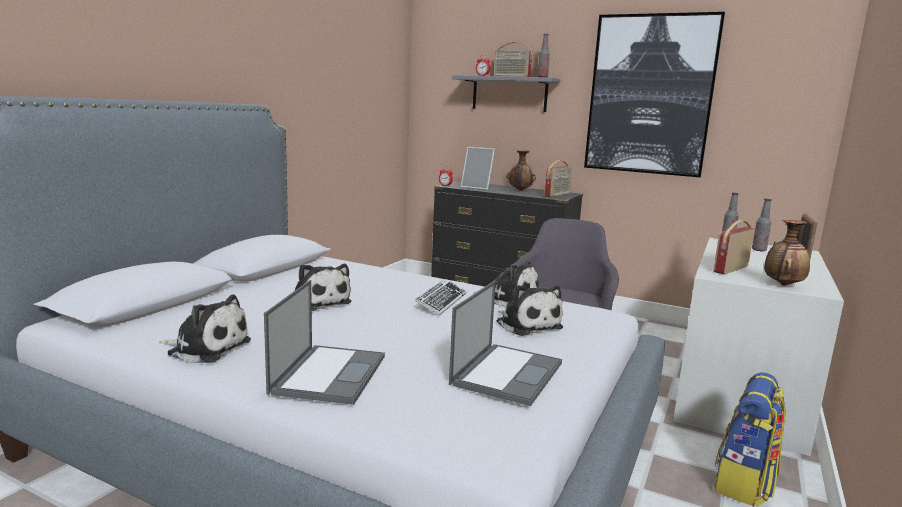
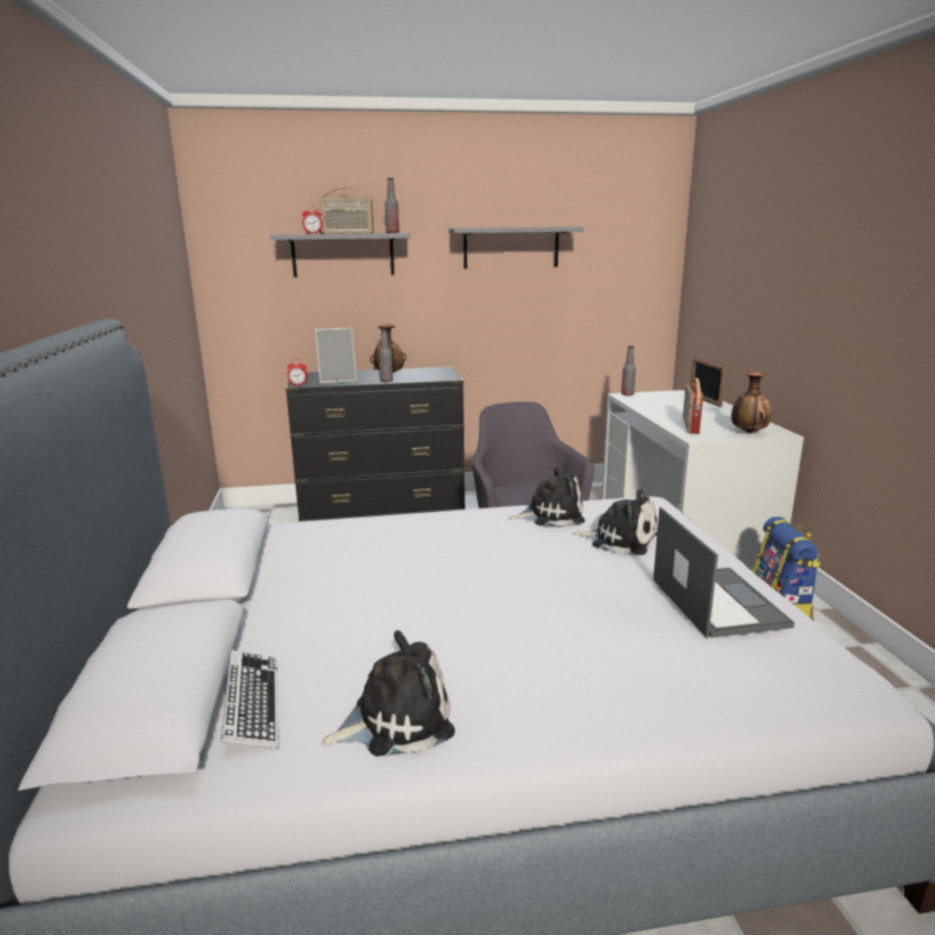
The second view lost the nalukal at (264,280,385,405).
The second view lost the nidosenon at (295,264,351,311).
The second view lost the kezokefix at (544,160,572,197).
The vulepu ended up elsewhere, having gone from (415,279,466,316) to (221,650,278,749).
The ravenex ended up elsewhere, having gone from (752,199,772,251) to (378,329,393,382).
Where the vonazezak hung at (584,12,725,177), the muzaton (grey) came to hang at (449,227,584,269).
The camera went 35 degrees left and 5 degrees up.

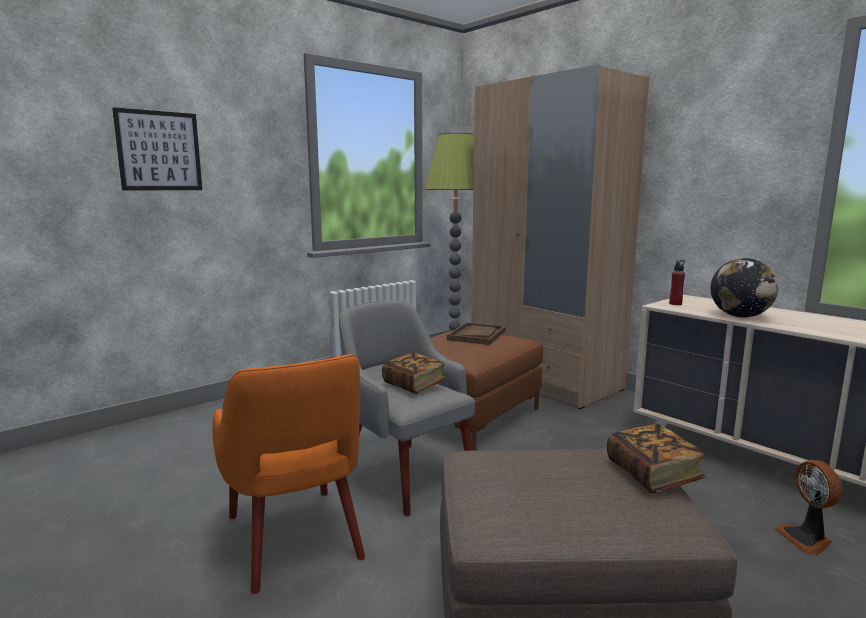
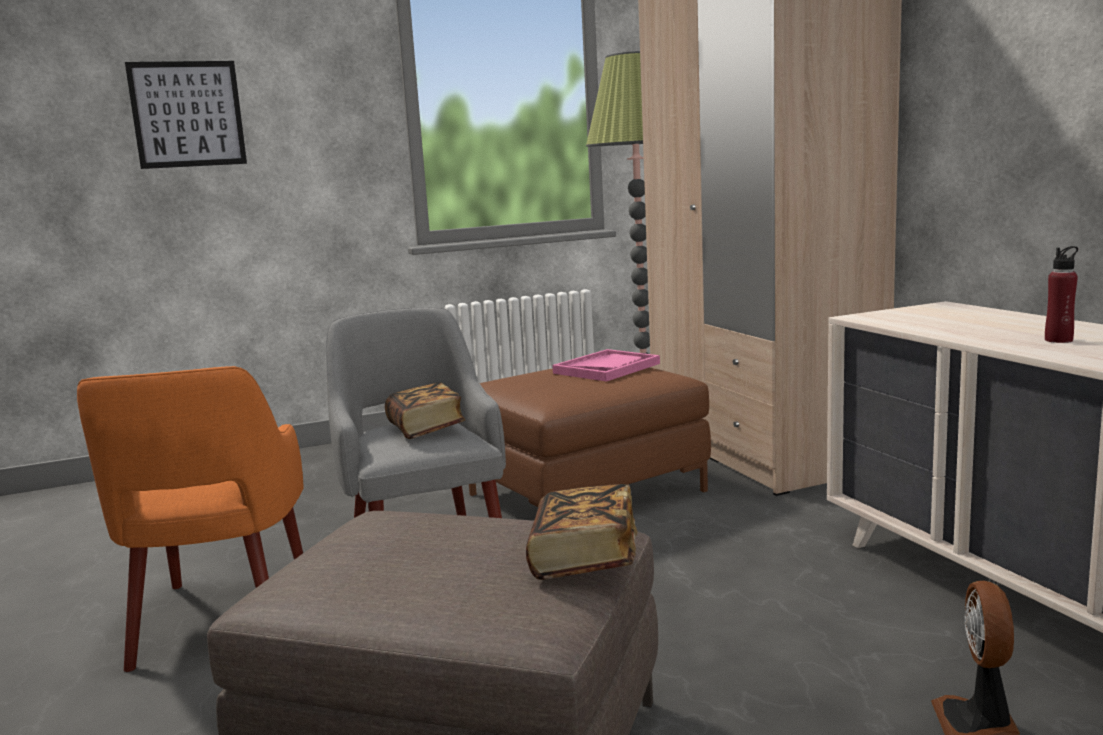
The second view lost the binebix at (710,258,778,317).
The ravenex (red) ended up elsewhere, having gone from (669,260,685,305) to (1045,246,1078,343).
What was the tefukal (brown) at (447,322,506,345) turned into the tefukal (pink) at (553,349,660,381).
The camera went 20 degrees right and 0 degrees up.

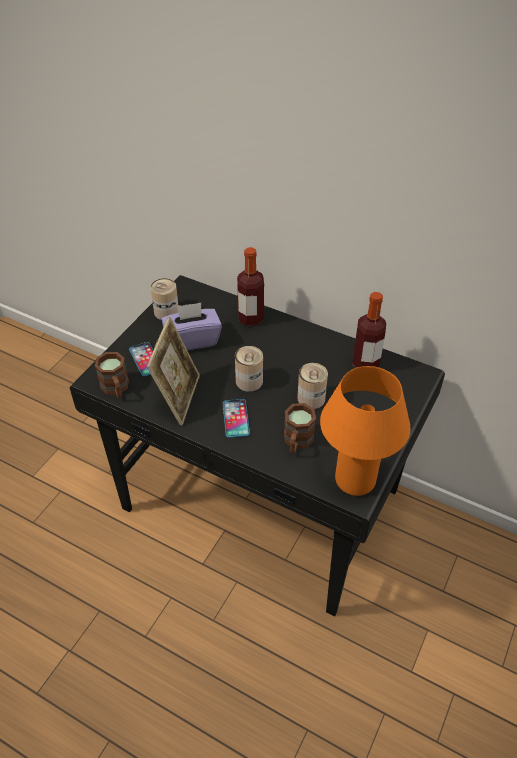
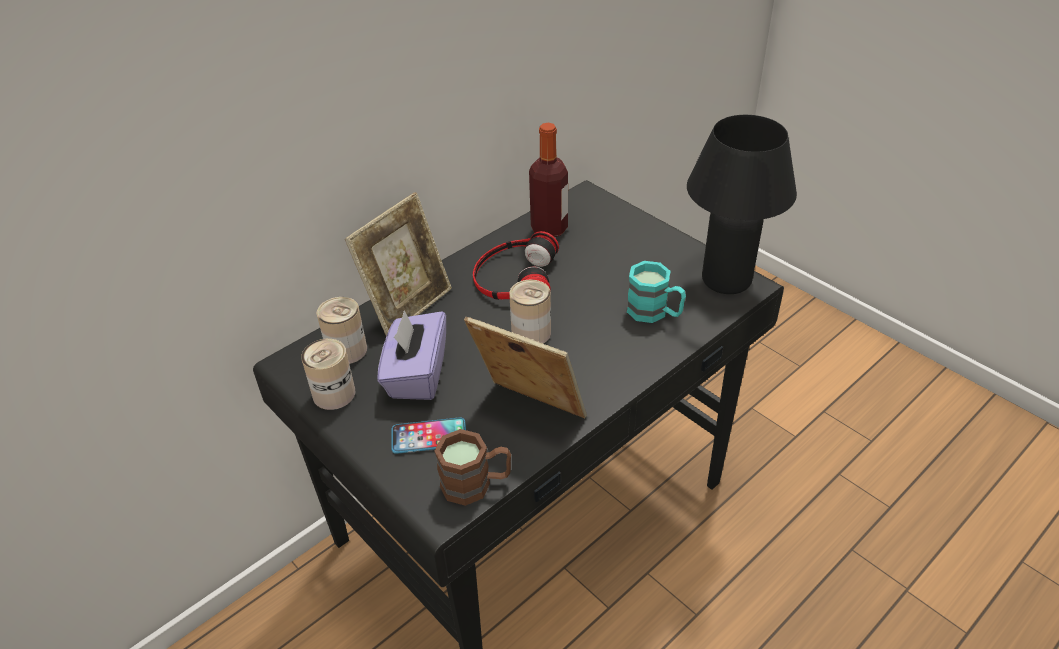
The second view lost the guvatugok at (223,399,250,438).
The second view gained the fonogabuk at (473,231,559,300).
The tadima ended up elsewhere, having gone from (297,363,328,409) to (317,297,367,364).
Where the ravenex stood at (237,247,264,326), the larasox came to stand at (345,192,452,336).
What was the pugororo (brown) at (284,403,316,454) turned into the pugororo (turquoise) at (627,261,686,323).
What was the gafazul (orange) at (320,366,410,496) turned into the gafazul (black) at (687,115,797,294).
The camera went 70 degrees left and 5 degrees down.

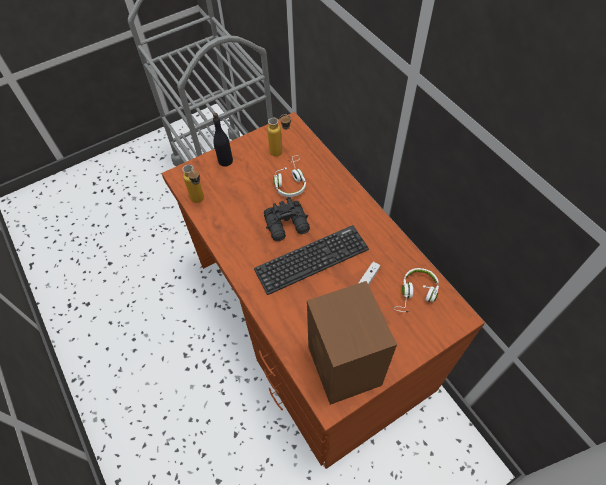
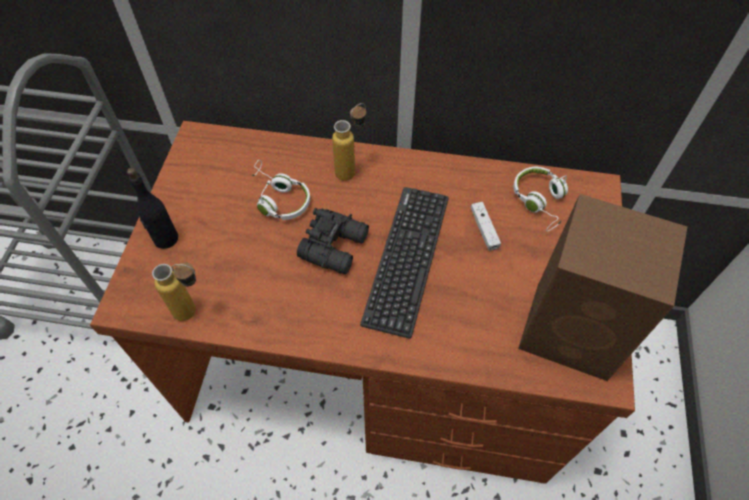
The ravenex ended up elsewhere, having gone from (267,114,291,157) to (332,103,366,181).
The camera went 50 degrees left and 0 degrees up.

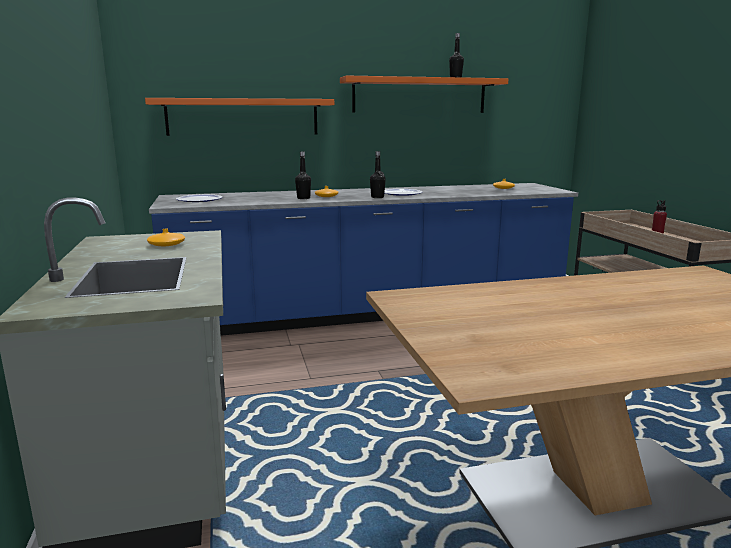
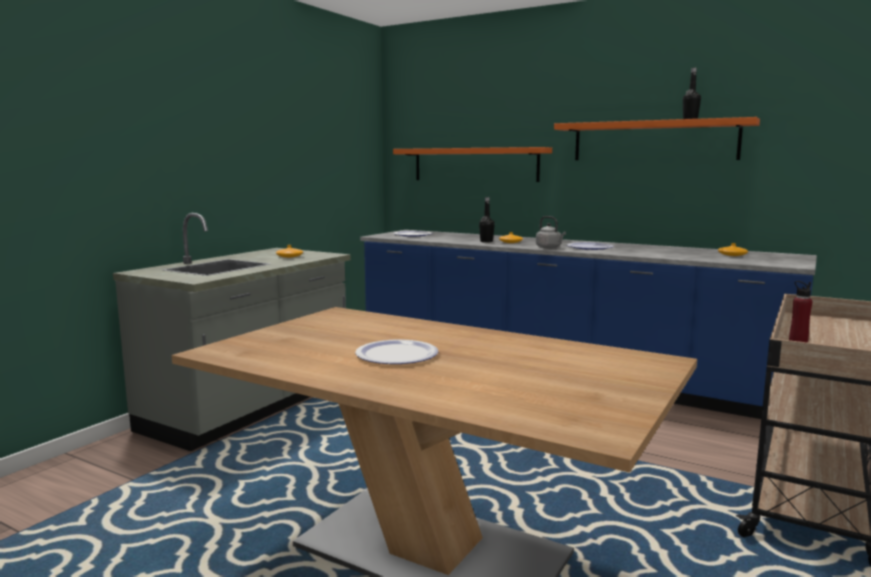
The second view gained the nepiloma at (355,340,438,364).
Where the ravenex (black) stood at (370,151,386,198), the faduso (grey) came to stand at (536,216,566,248).
The camera went 45 degrees right and 5 degrees down.

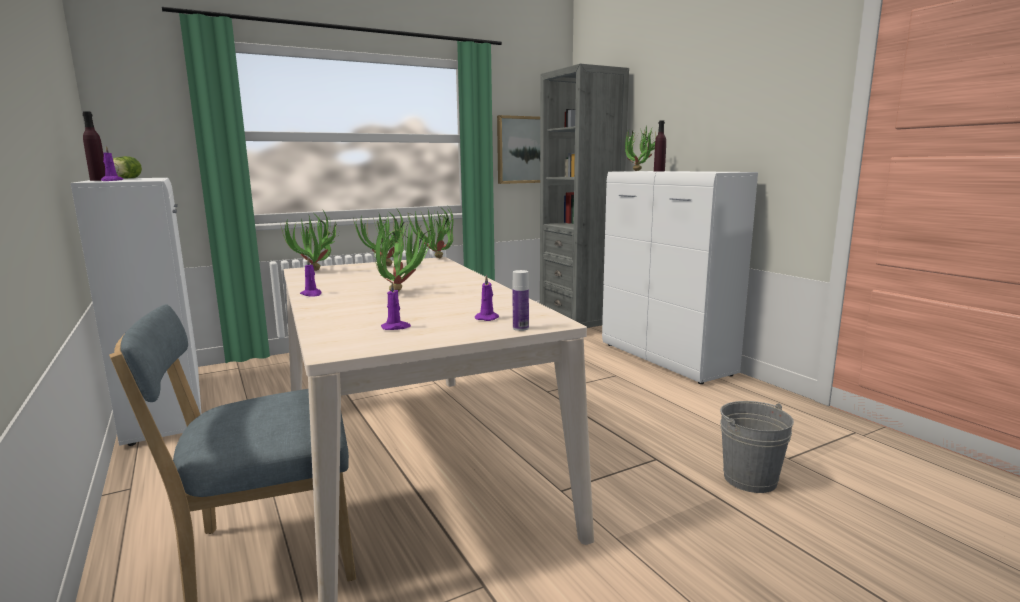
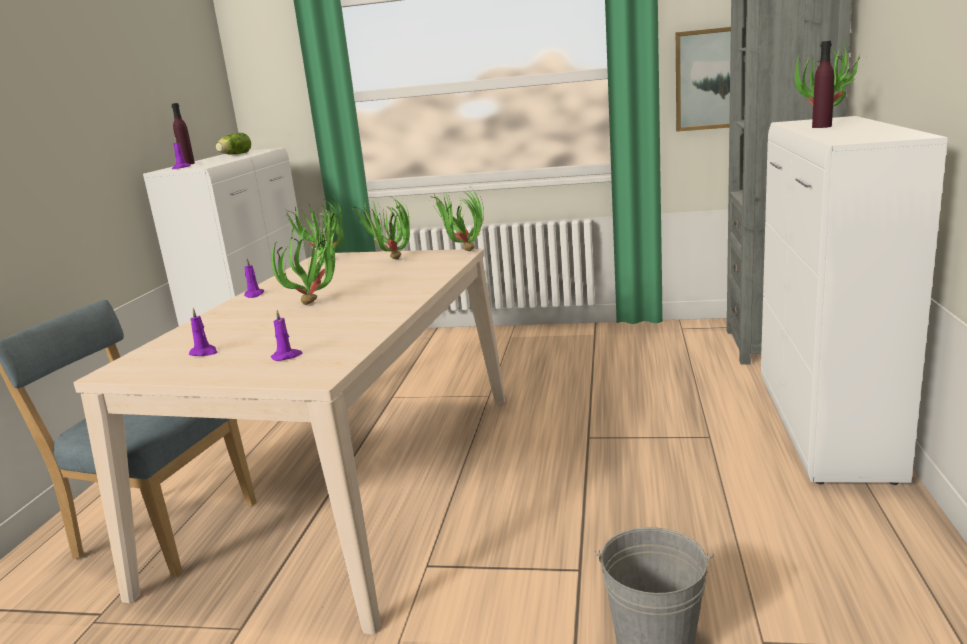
The second view lost the ravenex at (512,270,529,331).
The camera went 40 degrees right and 5 degrees up.

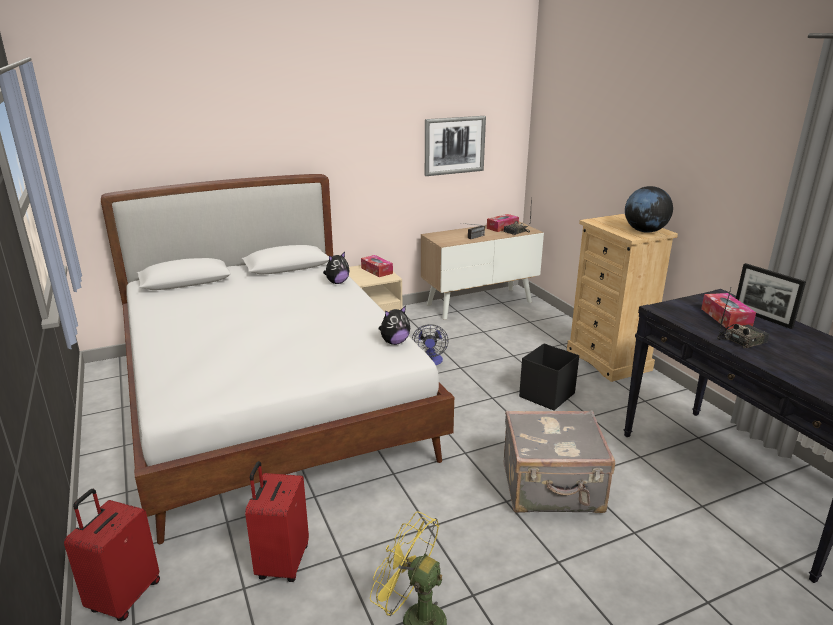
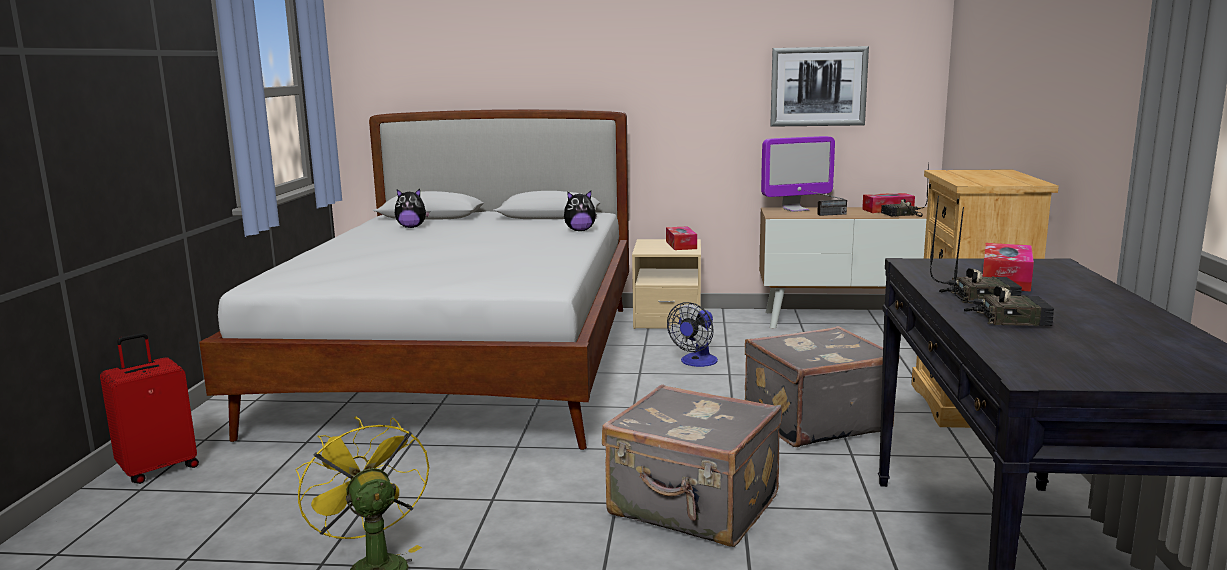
The second view lost the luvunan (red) at (245,461,309,582).
The second view lost the binebix at (625,186,673,233).
The second view lost the larasox at (736,263,806,329).
The second view gained the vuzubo at (761,136,835,212).
The second view gained the kezokefix at (954,207,1054,326).
The nidosenon ended up elsewhere, having gone from (379,306,410,345) to (395,189,430,228).
Where the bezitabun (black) stood at (519,343,579,411), the luvunan (grey) came to stand at (745,326,899,447).
The camera went 30 degrees right and 10 degrees down.

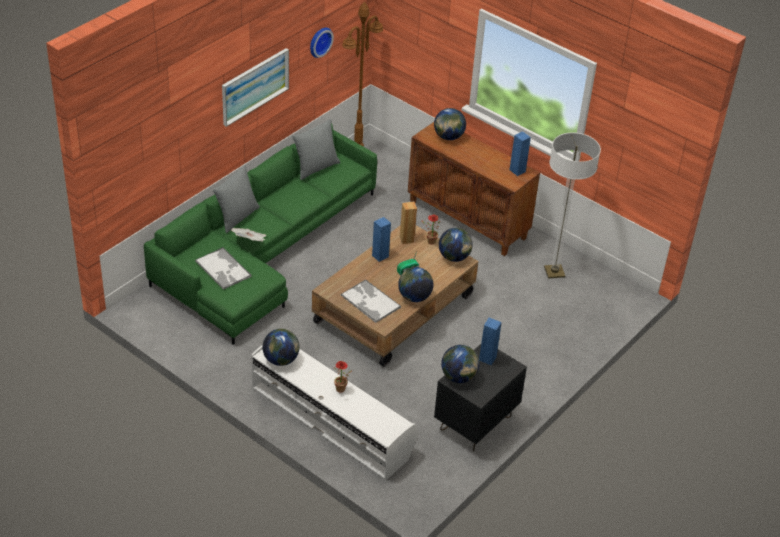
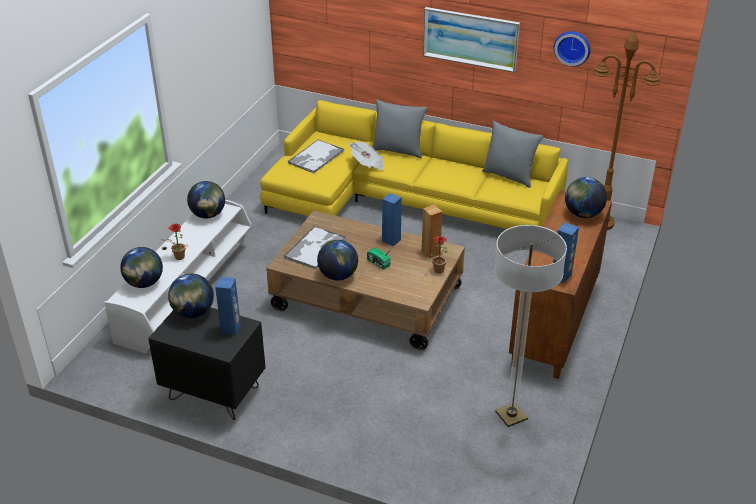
The binebix ended up elsewhere, having gone from (439,228,473,262) to (120,247,163,288).
What was the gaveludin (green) at (144,123,377,345) turned into the gaveludin (yellow) at (260,100,568,229).
The camera went 75 degrees right and 5 degrees down.

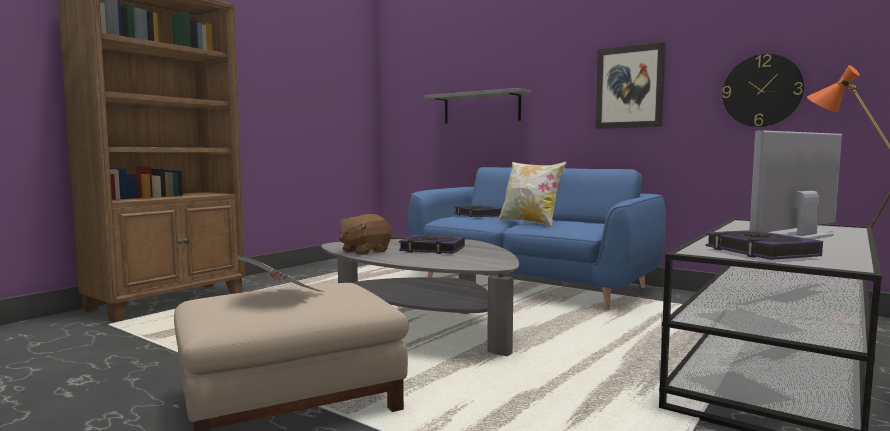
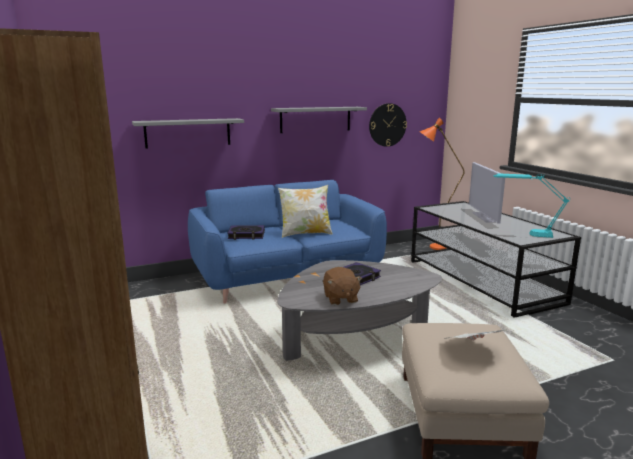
Where the vonazezak hung at (595,42,666,129), the muzaton (grey) came to hang at (271,107,367,133).
Where the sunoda stood at (706,230,823,260), the gafazul (turquoise) came to stand at (494,174,569,238).
The camera went 60 degrees left and 10 degrees up.

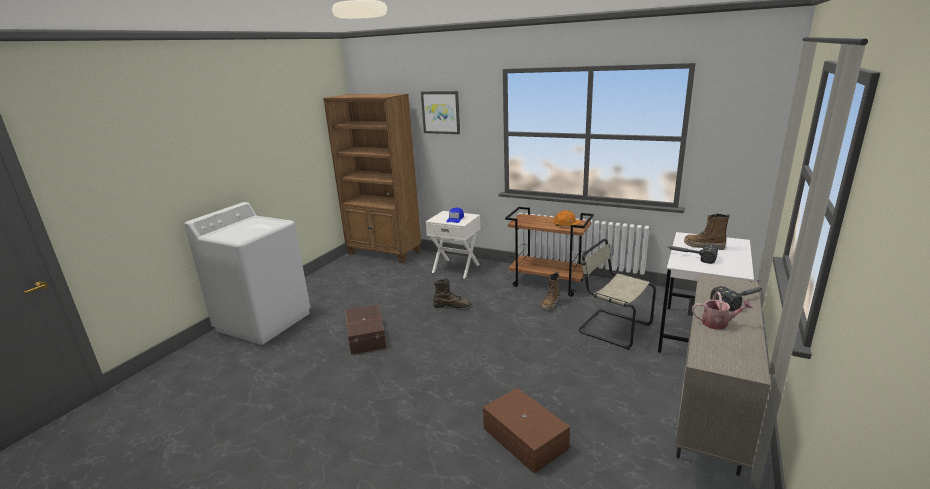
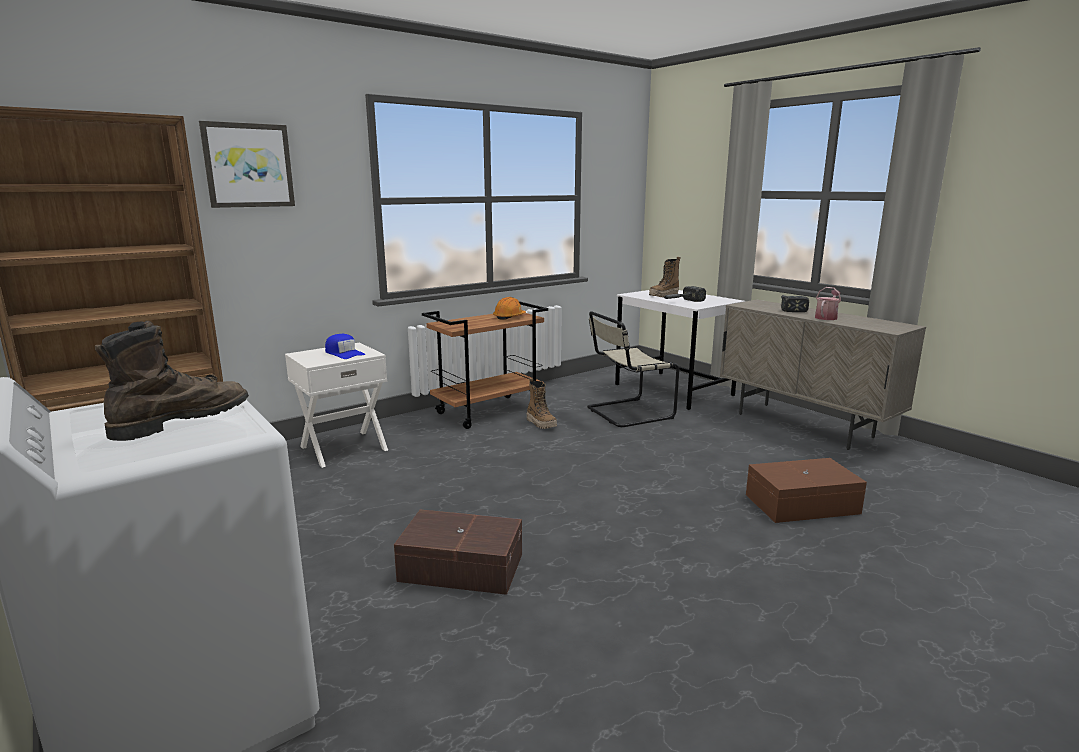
The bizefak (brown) ended up elsewhere, having gone from (433,278,471,308) to (95,321,249,441).
The camera went 65 degrees left and 5 degrees down.

